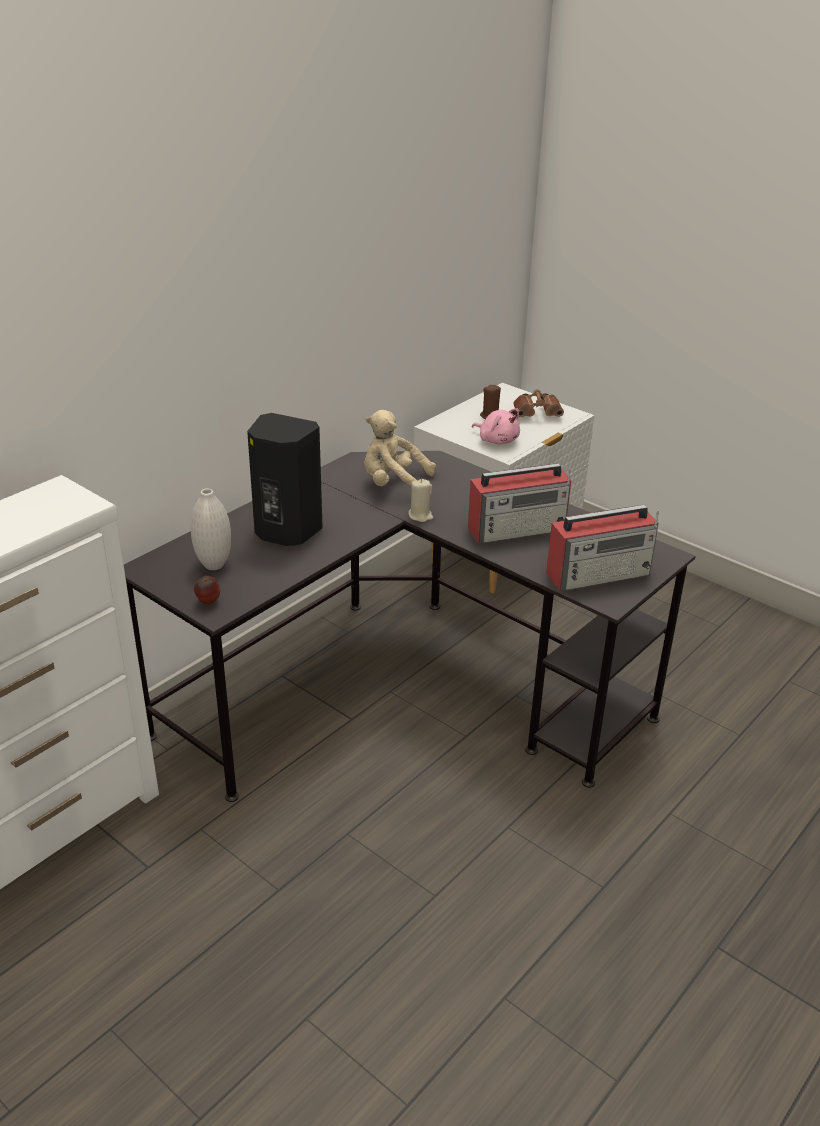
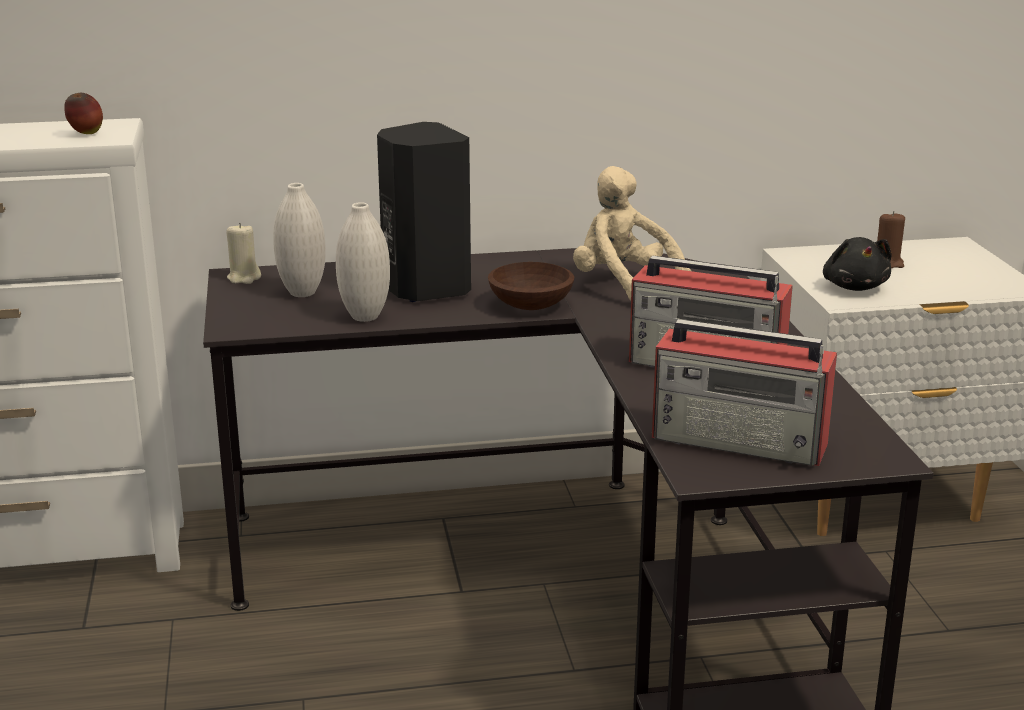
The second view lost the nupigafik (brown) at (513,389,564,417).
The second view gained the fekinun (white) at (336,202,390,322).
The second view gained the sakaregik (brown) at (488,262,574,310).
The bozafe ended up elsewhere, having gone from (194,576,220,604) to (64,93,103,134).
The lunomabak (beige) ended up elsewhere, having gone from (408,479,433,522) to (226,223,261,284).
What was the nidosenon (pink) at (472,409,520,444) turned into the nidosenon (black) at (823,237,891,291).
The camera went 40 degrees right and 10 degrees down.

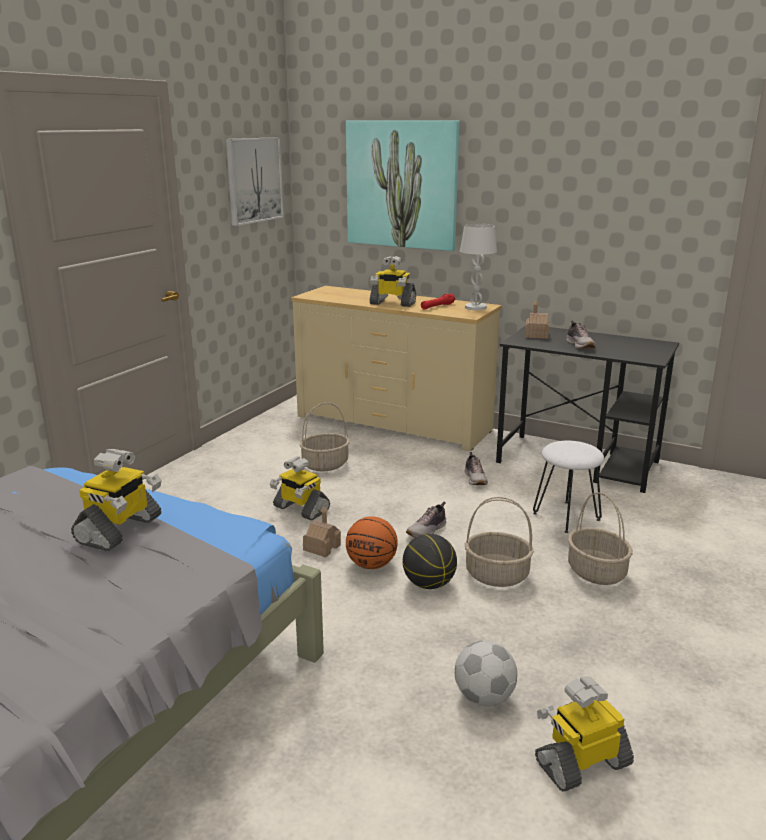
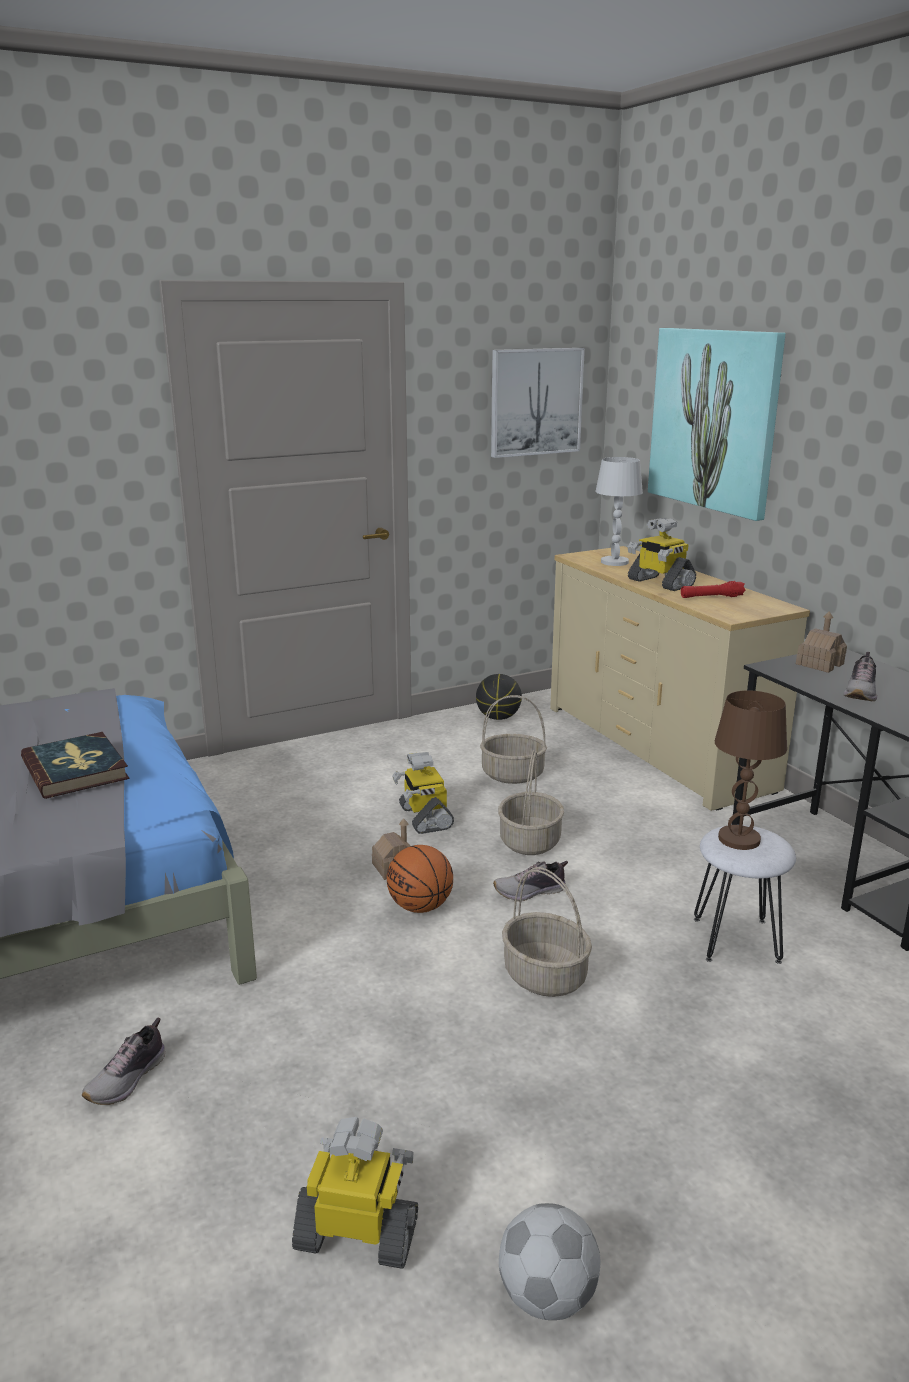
The second view gained the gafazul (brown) at (715,690,787,850).
The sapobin ended up elsewhere, having gone from (403,534,457,589) to (476,674,522,720).
The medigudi ended up elsewhere, having gone from (455,640,517,706) to (499,1203,600,1320).
The gafazul (white) ended up elsewhere, having gone from (460,224,497,310) to (596,457,643,566).
The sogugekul ended up elsewhere, having gone from (465,452,488,485) to (82,1018,165,1105).
The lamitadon ended up elsewhere, having gone from (568,492,633,585) to (498,750,564,855).
Where the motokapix stood at (71,449,161,551), the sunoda came to stand at (21,732,129,799).
The camera went 35 degrees right and 0 degrees up.

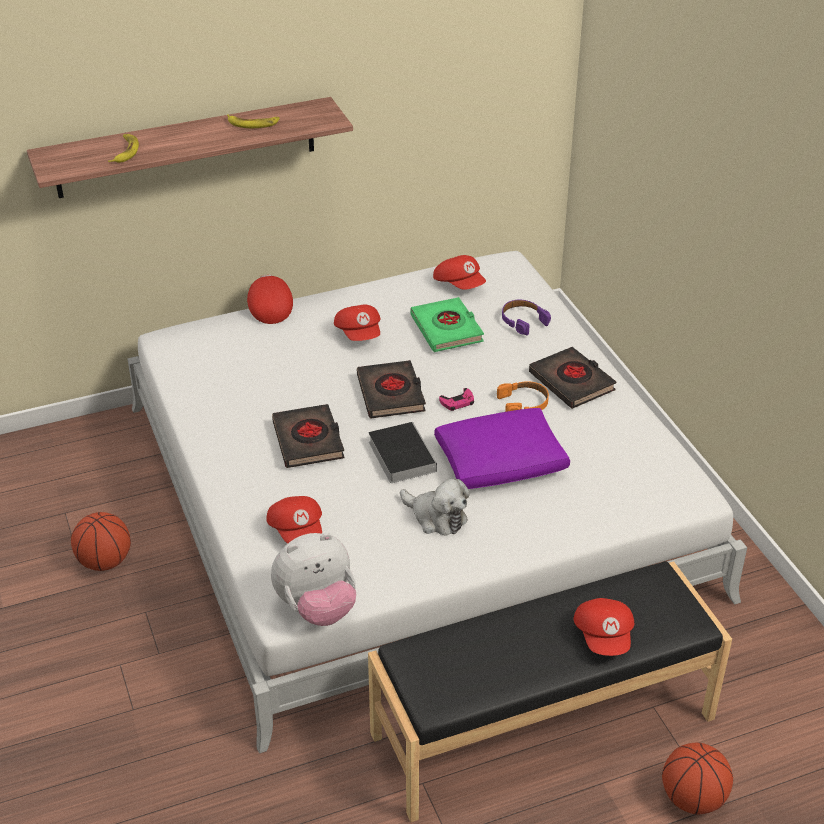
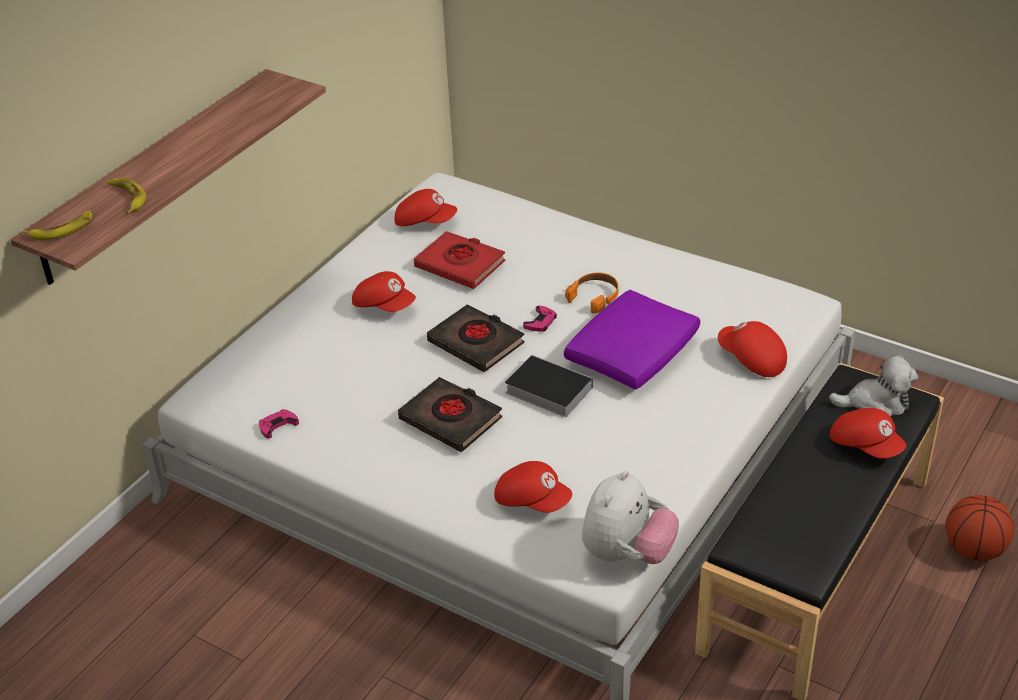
The second view lost the sapobin at (71,512,131,571).
The second view lost the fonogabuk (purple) at (502,300,551,336).
The second view lost the sunoda (black) at (529,347,616,409).
The second view gained the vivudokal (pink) at (259,409,299,438).
The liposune ended up elsewhere, having gone from (227,114,280,128) to (23,210,92,240).
The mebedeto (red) ended up elsewhere, having gone from (247,275,293,324) to (718,321,787,377).
The nidosenon ended up elsewhere, having gone from (400,479,470,536) to (829,354,918,417).
What was the sunoda (green) at (410,297,484,352) turned into the sunoda (red) at (414,231,505,289).
The camera went 35 degrees left and 0 degrees up.

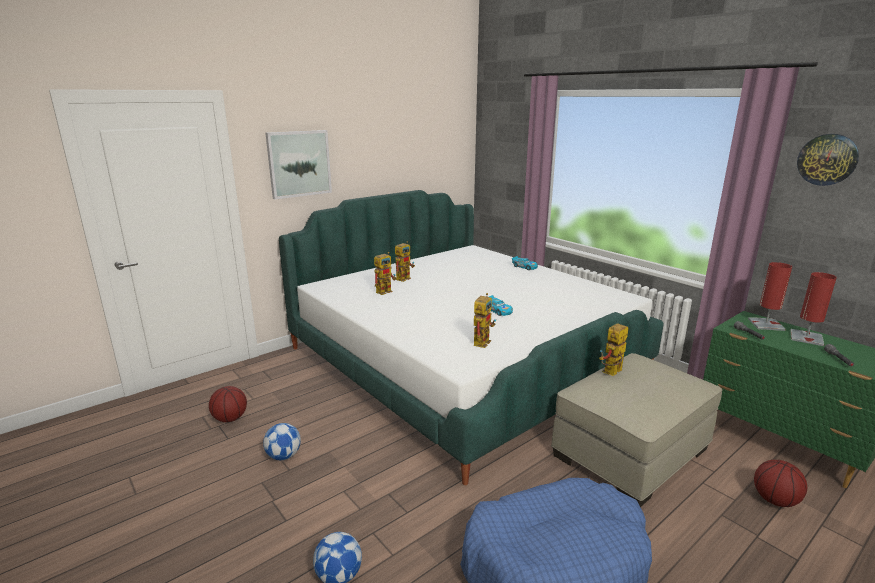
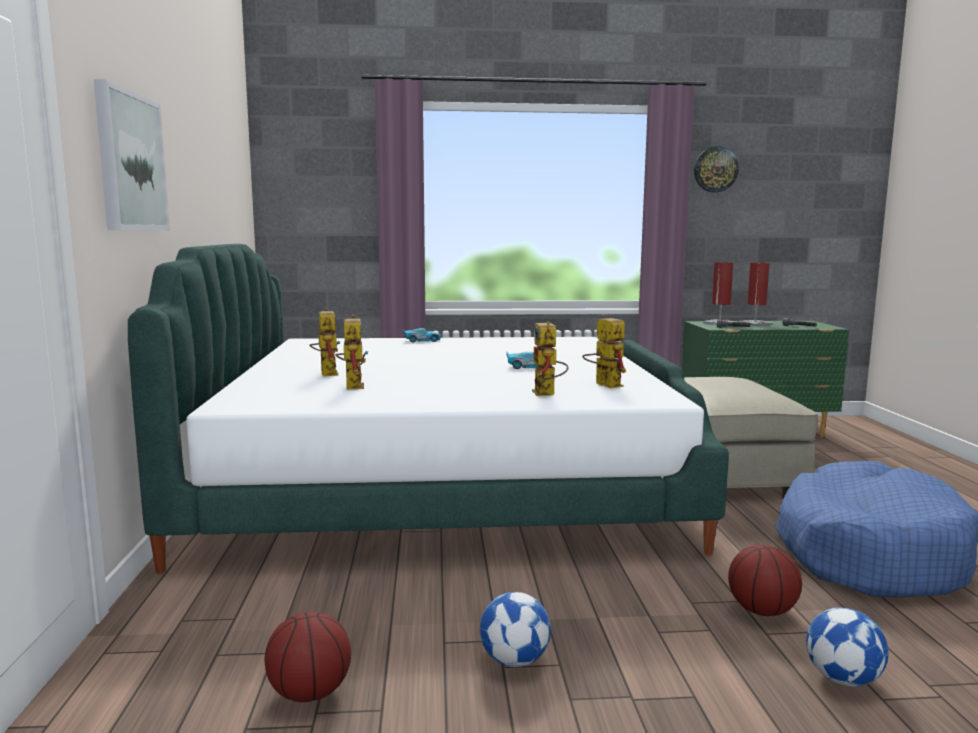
The motokapix ended up elsewhere, having gone from (599,323,628,376) to (532,322,569,396).
The sapobin ended up elsewhere, having gone from (754,460,807,507) to (728,545,802,616).
The camera went 55 degrees left and 10 degrees down.

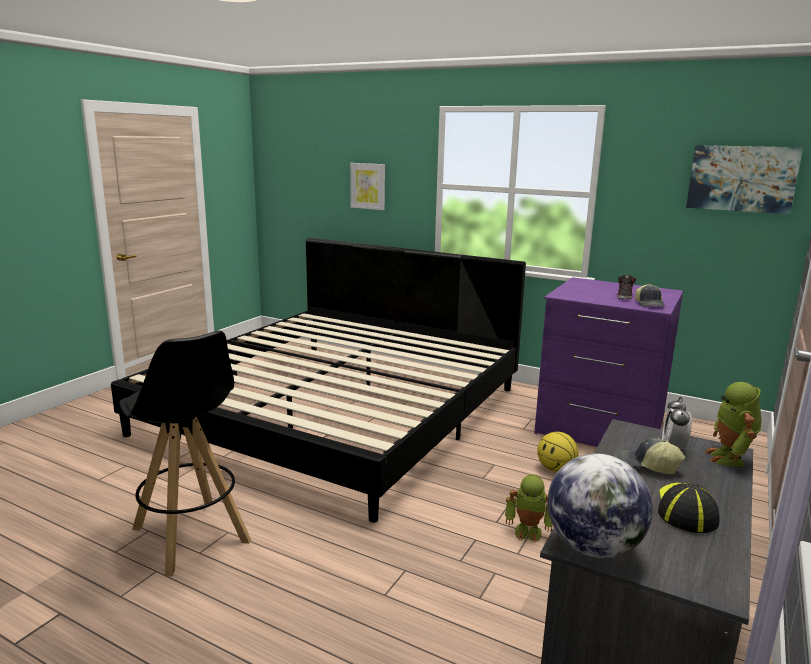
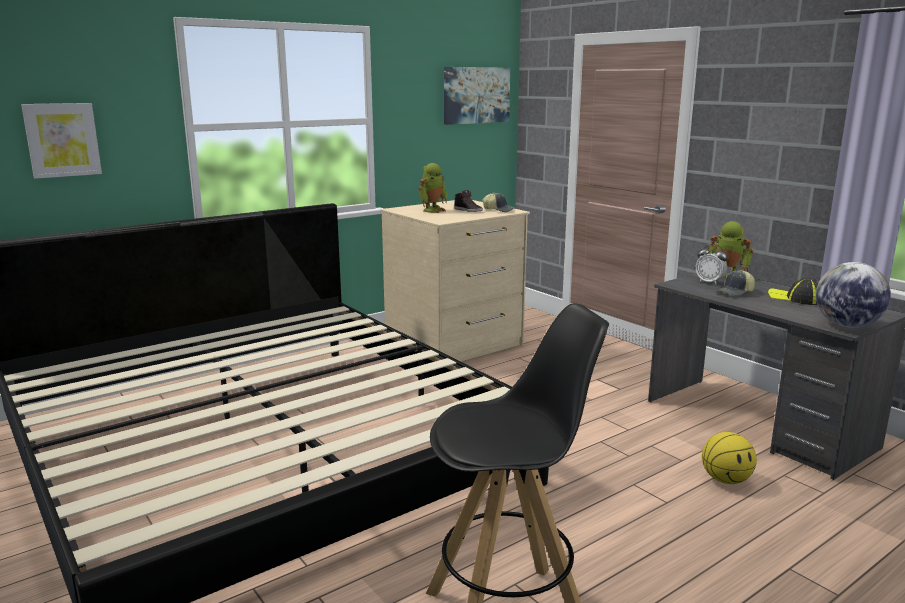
The motokapix ended up elsewhere, having gone from (505,474,553,543) to (418,163,447,213).
The sapobin ended up elsewhere, having gone from (537,432,578,472) to (702,432,757,484).
What was the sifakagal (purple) at (534,277,683,447) turned into the sifakagal (beige) at (381,200,530,362).
The camera went 65 degrees left and 0 degrees up.

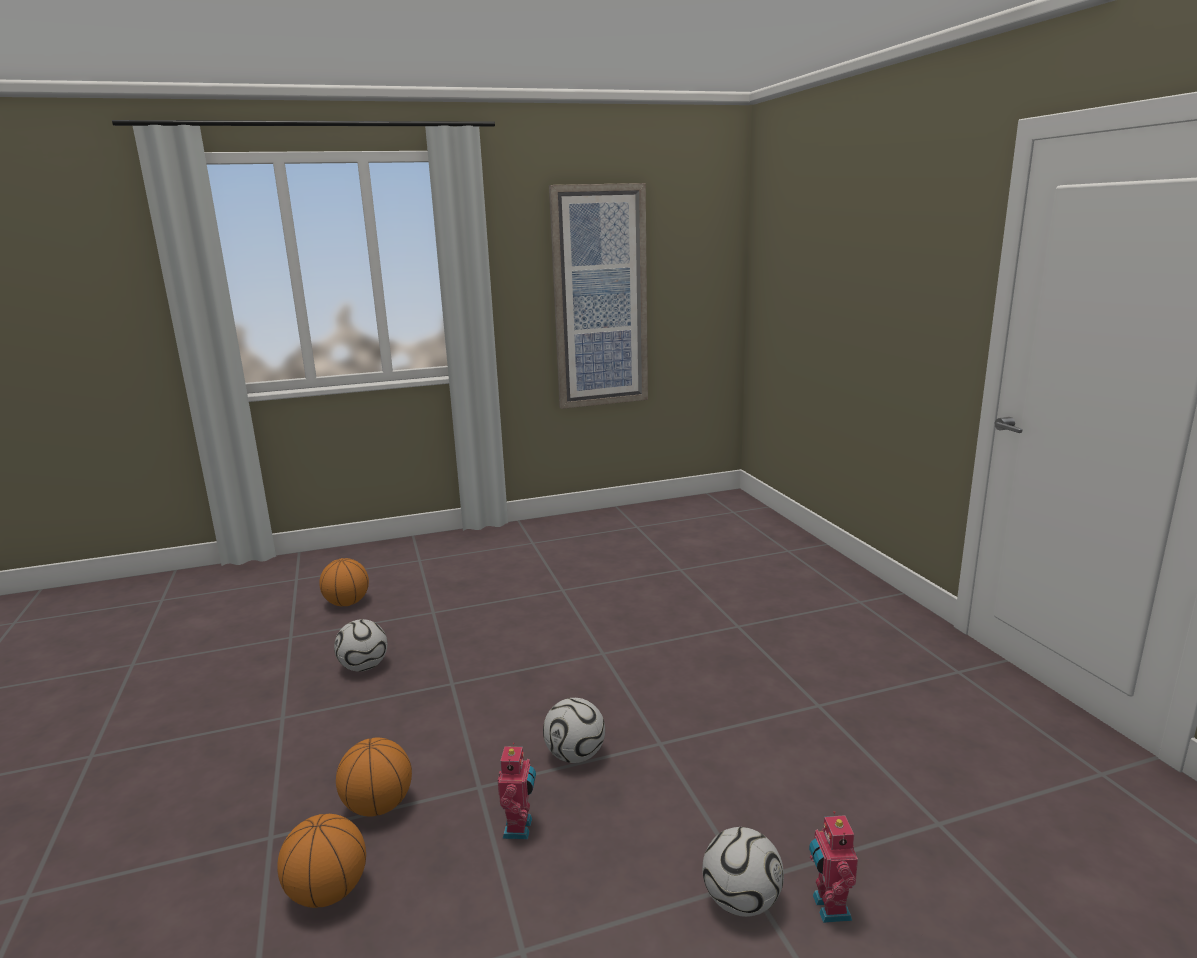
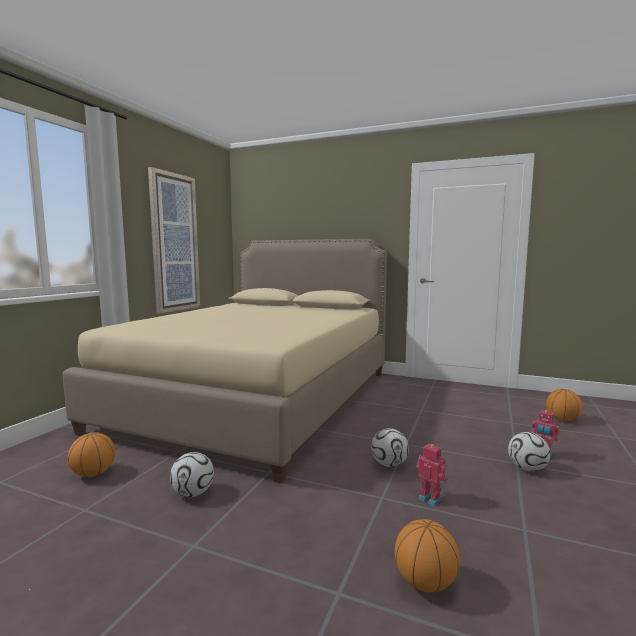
The second view gained the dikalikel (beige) at (63,239,387,483).
The sapobin ended up elsewhere, having gone from (336,738,412,817) to (546,389,583,421).
The camera went 50 degrees left and 10 degrees down.

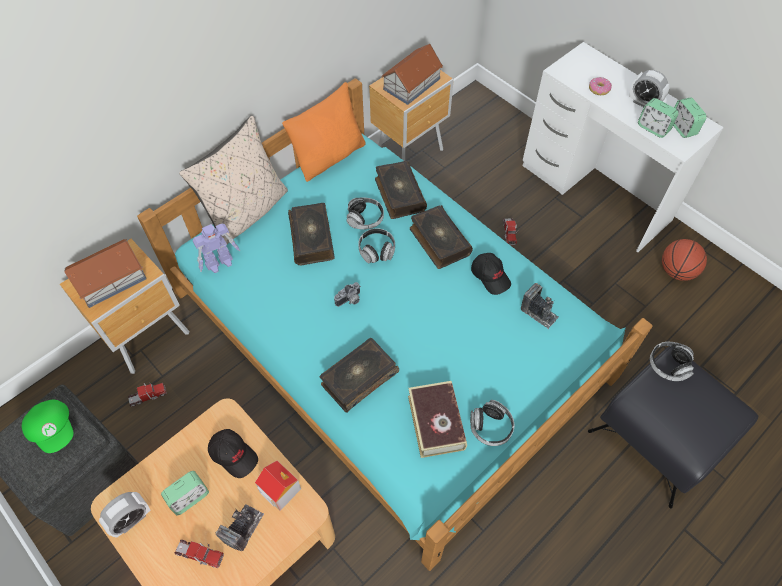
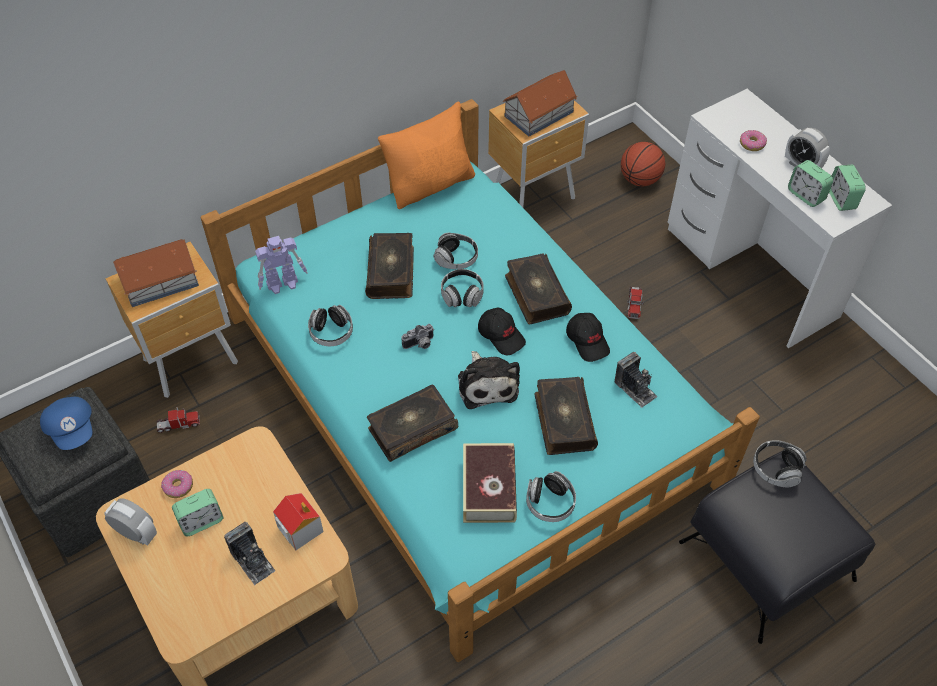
The second view lost the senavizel at (175,540,224,569).
The second view lost the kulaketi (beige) at (179,116,288,244).
The second view gained the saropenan at (161,470,193,498).
The second view gained the fonogabuk at (308,305,353,346).
The second view gained the nidosenon at (458,351,520,409).
The mebedeto (black) ended up elsewhere, having gone from (208,429,258,478) to (478,308,526,355).
The sunoda ended up elsewhere, having gone from (375,161,427,219) to (534,377,598,455).
The sapobin ended up elsewhere, having gone from (662,239,707,281) to (621,142,665,186).
What was the mebedeto (green) at (22,400,74,453) turned into the mebedeto (blue) at (40,397,92,450).
The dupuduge at (99,492,150,538) ended up facing another way, 120 degrees counterclockwise from before.
The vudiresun at (215,504,264,551) ended up facing another way, 105 degrees clockwise from before.
The camera went 10 degrees right and 5 degrees down.

